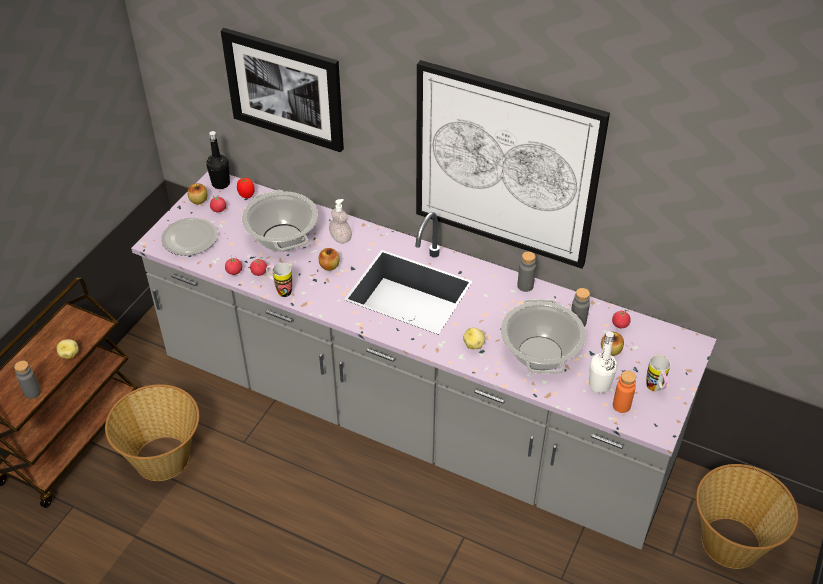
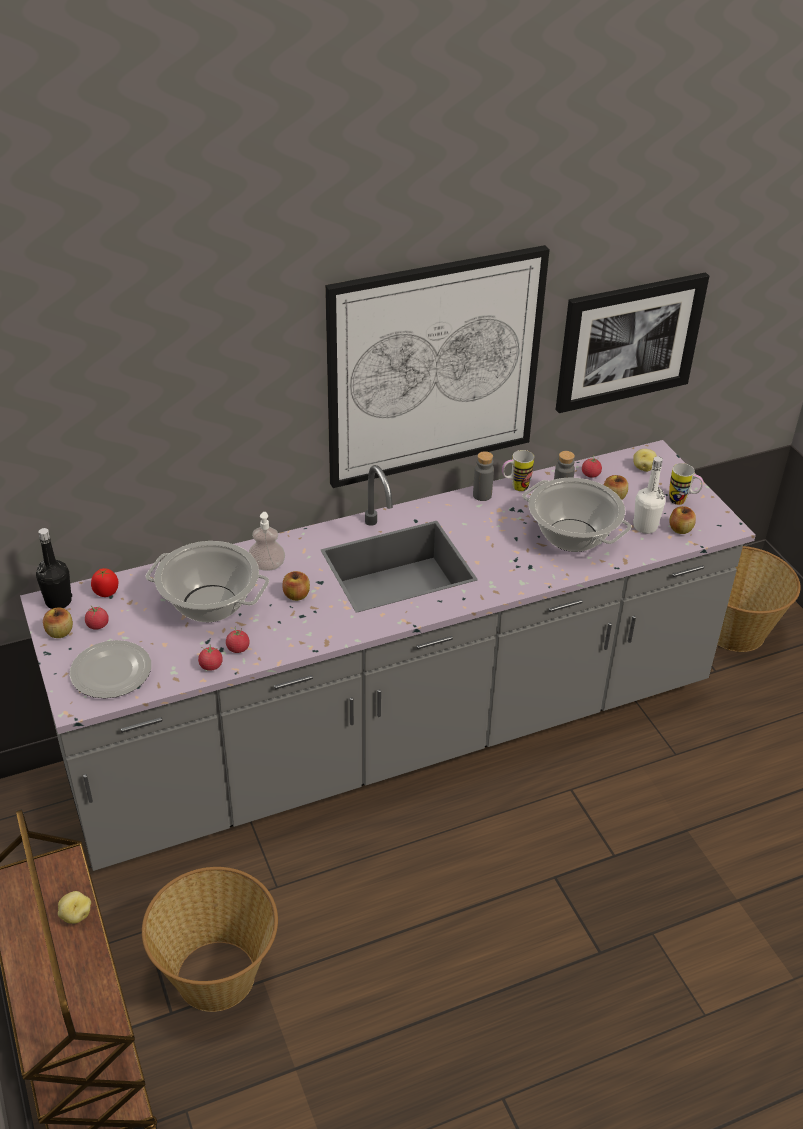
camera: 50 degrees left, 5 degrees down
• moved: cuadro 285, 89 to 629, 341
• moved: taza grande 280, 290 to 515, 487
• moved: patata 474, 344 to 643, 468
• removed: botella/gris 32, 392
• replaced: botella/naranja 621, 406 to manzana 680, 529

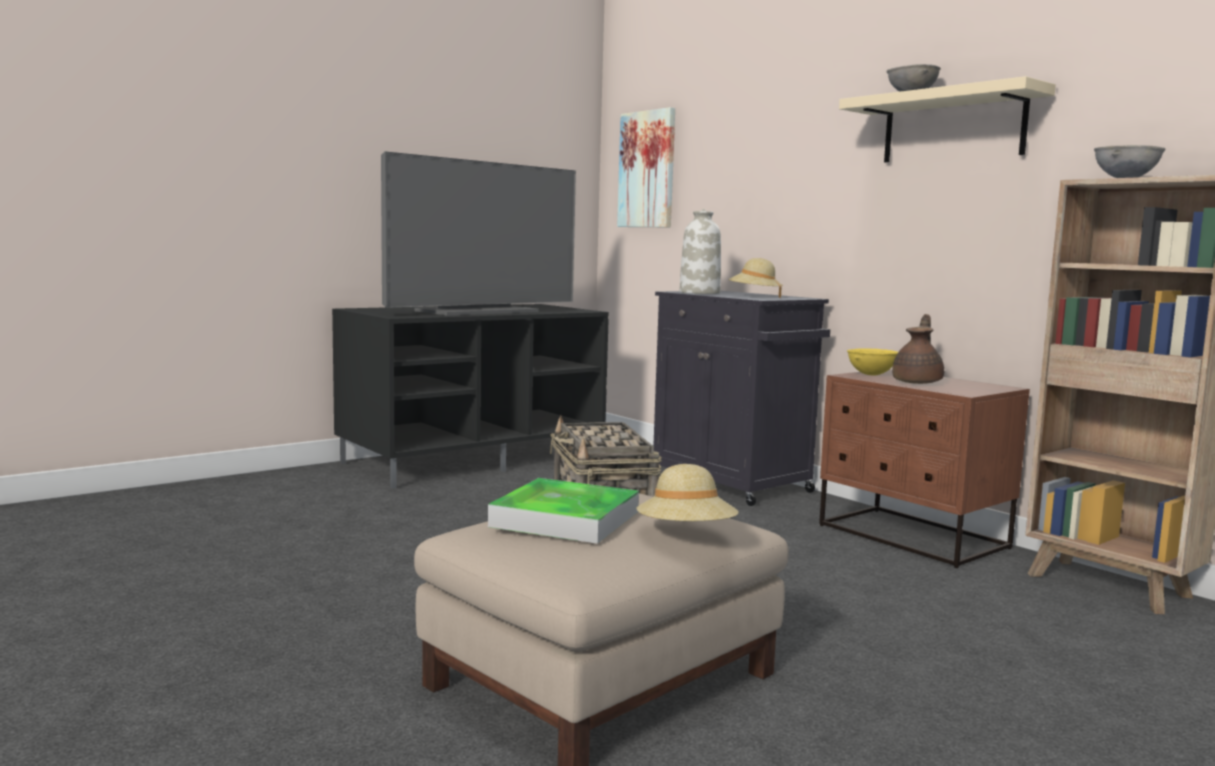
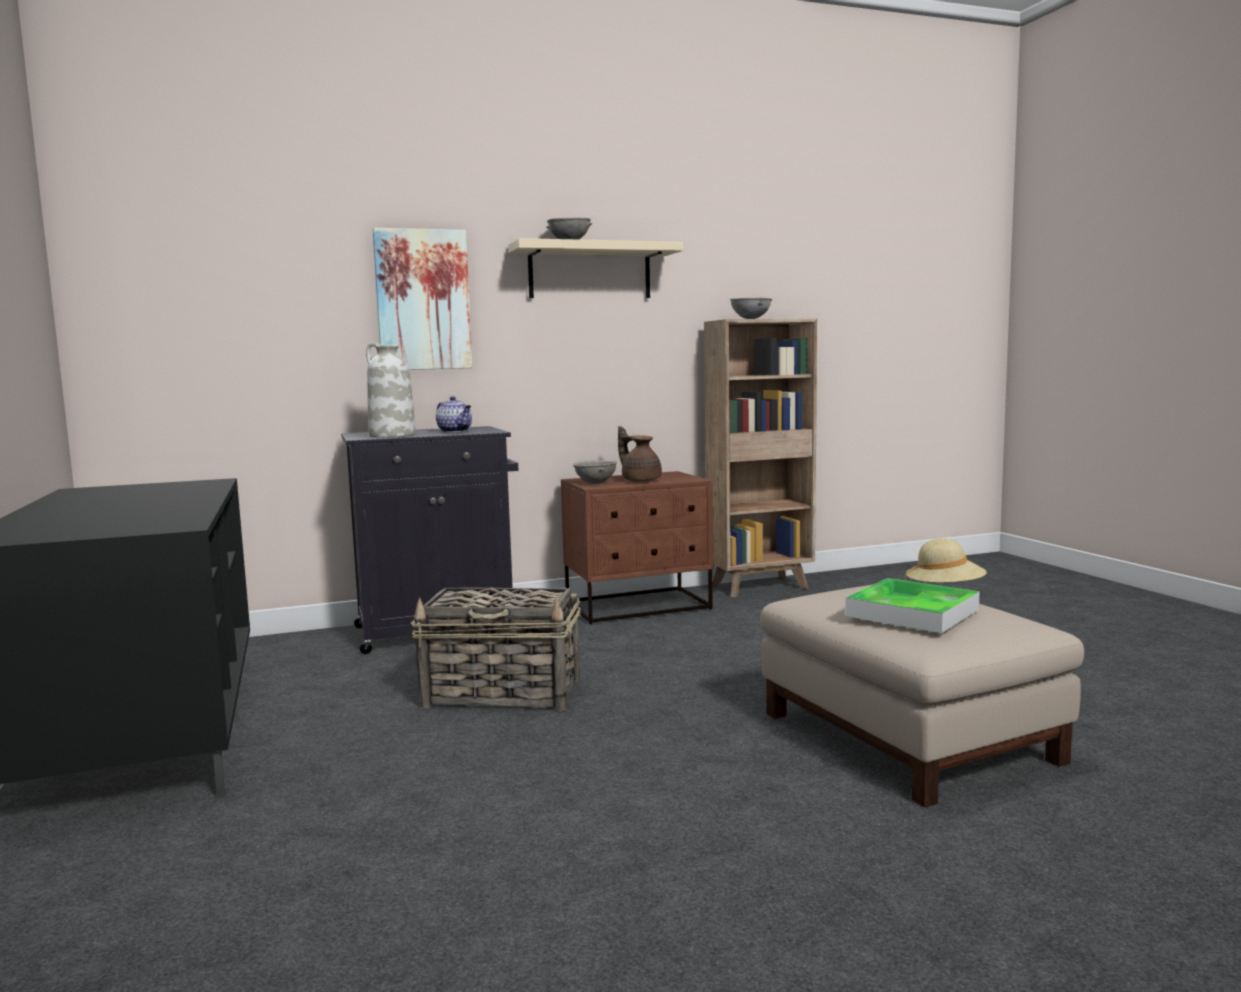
camera: 70 degrees left, 0 degrees up
• moved: cuadro 647, 169 to 423, 300
• removed: televisor 479, 311
• replaced: sombrero/beis 754, 296 to tetera 455, 431
• recoloured: cuenco/amarillo 870, 375 to cuenco/gris 595, 483

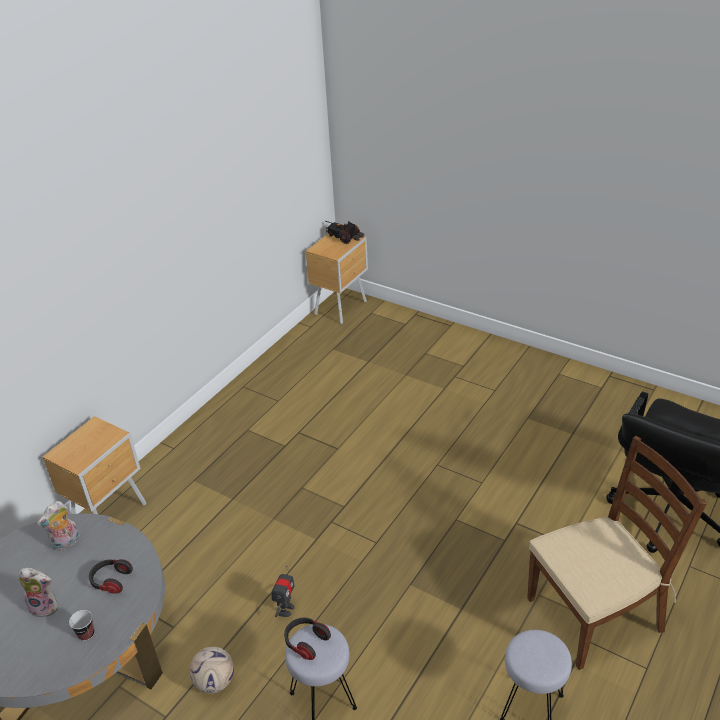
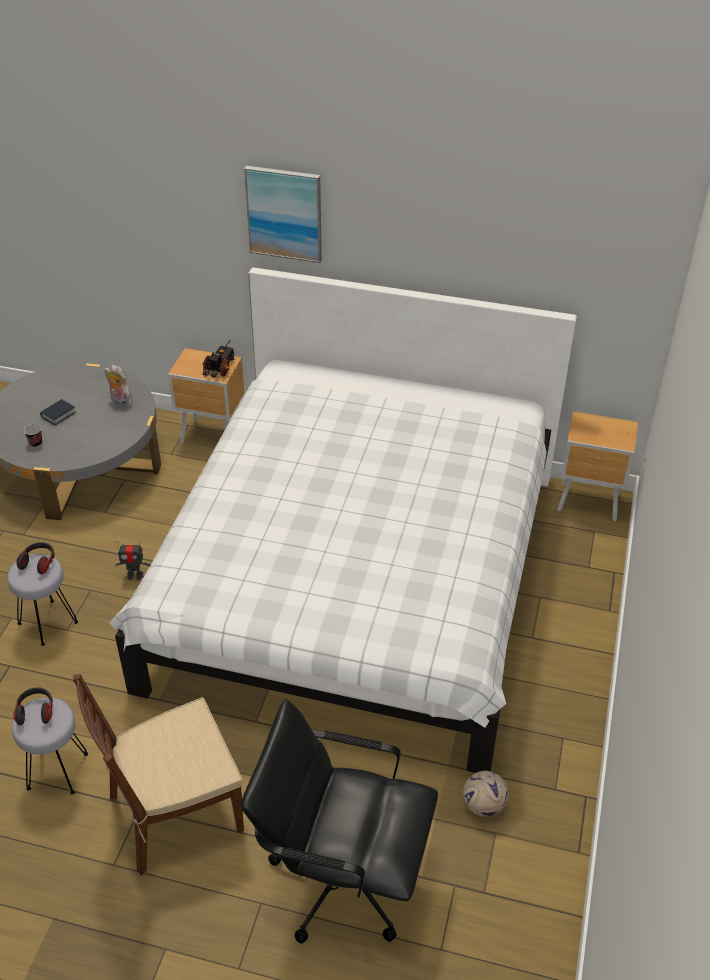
camera: 70 degrees right, 5 degrees up
• moved: camión de juguete 344, 238 to 220, 368
• turned: silla/marrón 595, 613 = 174, 813 105 degrees clockwise
• moved: auriculares 111, 581 to 36, 711
• replaced: peluche 46, 606 to libro 58, 415
• moved: balón de fútbol 215, 682 to 483, 805
• added: cuadro 284, 213
• added: cama/blanco 356, 579

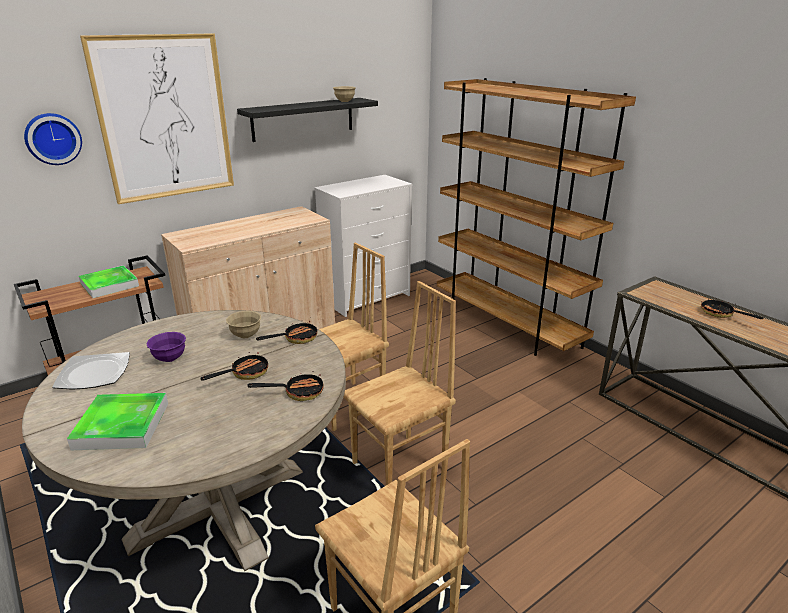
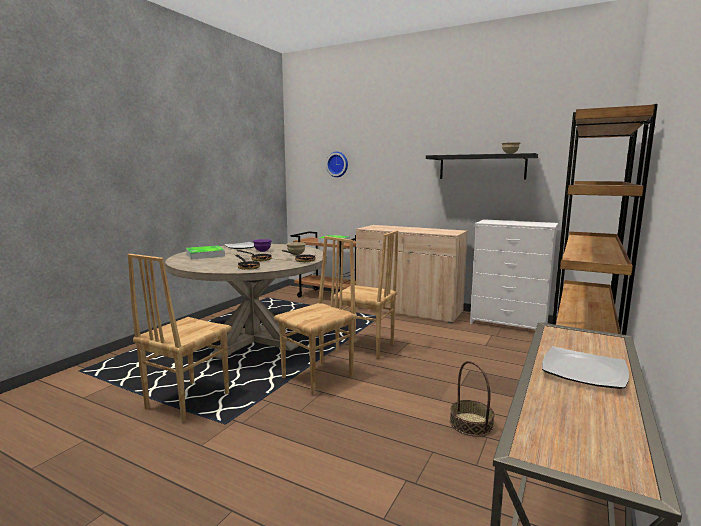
camera: 65 degrees right, 15 degrees down
• removed: cuadro 164, 118
• turned: silla/marrón 401, 466 = 319, 377 75 degrees counterclockwise
• replaced: sartén 721, 314 to plato 582, 371
• added: cesta 471, 424

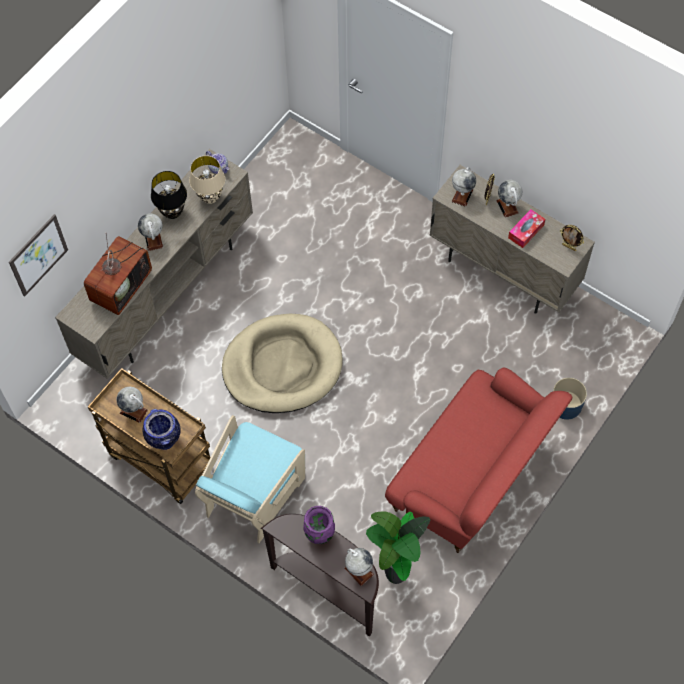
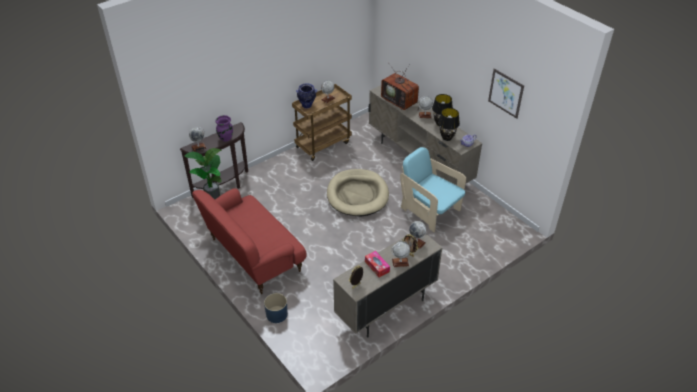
camera: 105 degrees right, 20 degrees down
• recoloured: lámpara de mesa/beis 210, 197 to lámpara de mesa/negro 447, 138
• moved: cuadro 38, 255 to 505, 93
• moved: sillón/turquesa 253, 494 to 430, 210

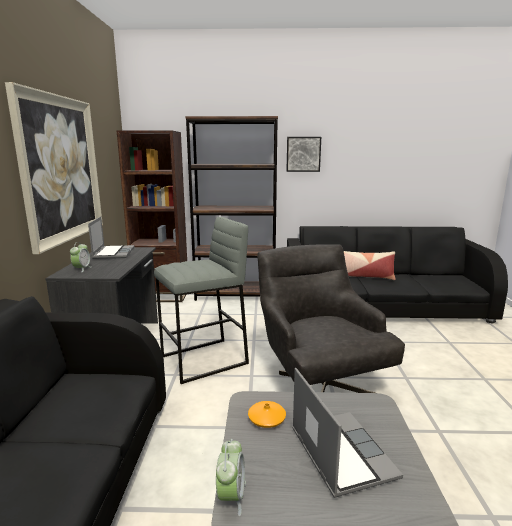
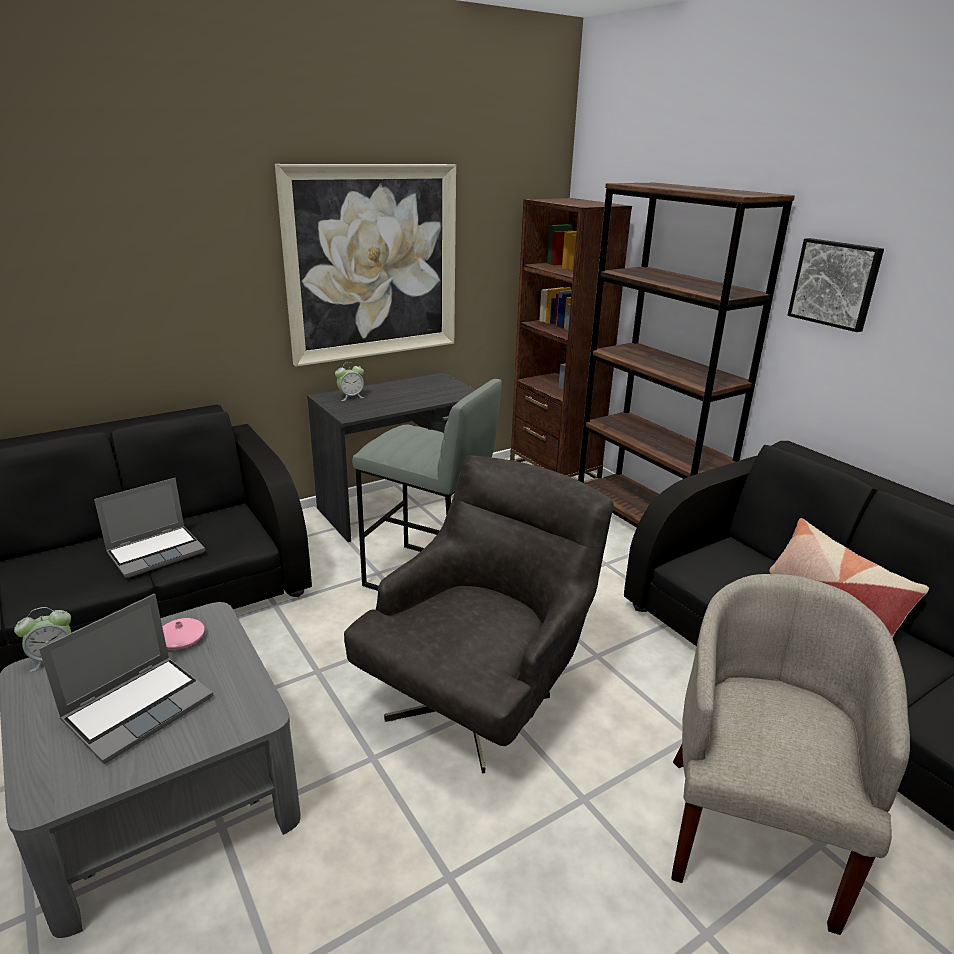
camera: 55 degrees right, 10 degrees up
• moved: portátil 113, 253 to 157, 552
• recoloured: florero/naranja 266, 419 to florero/rosa 181, 639
• added: sillón/beis 753, 829

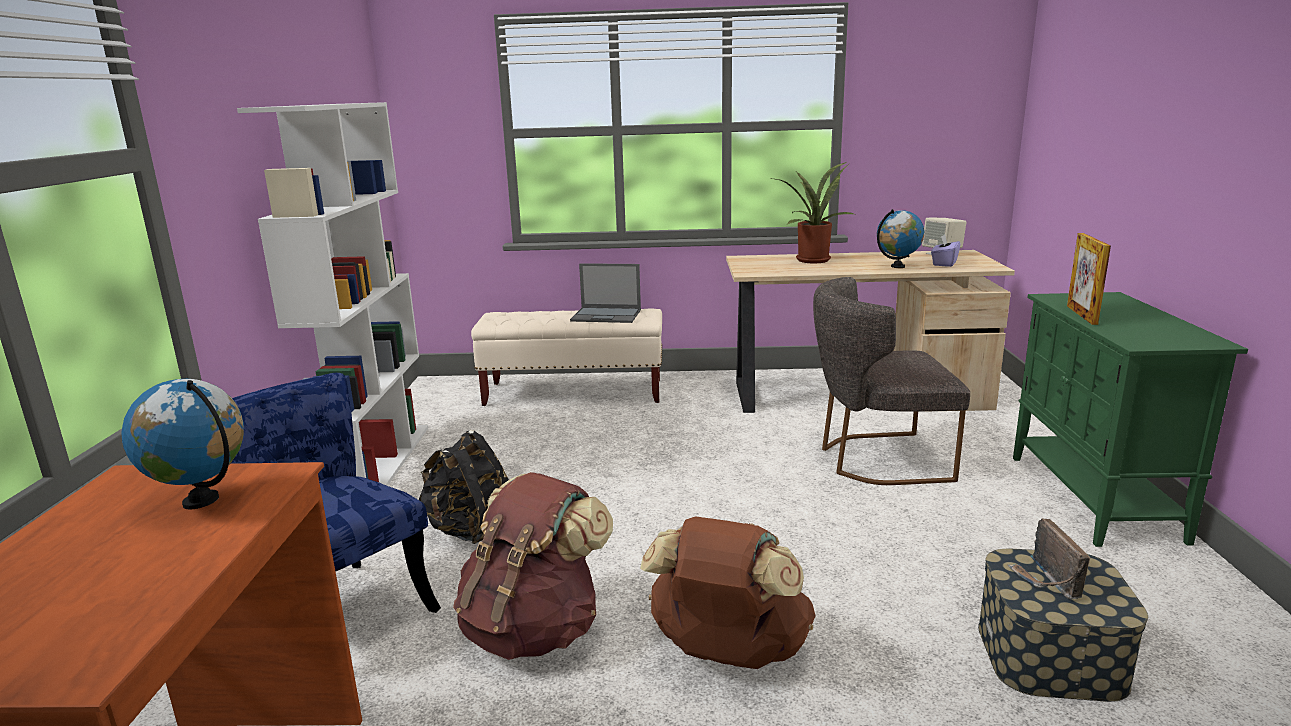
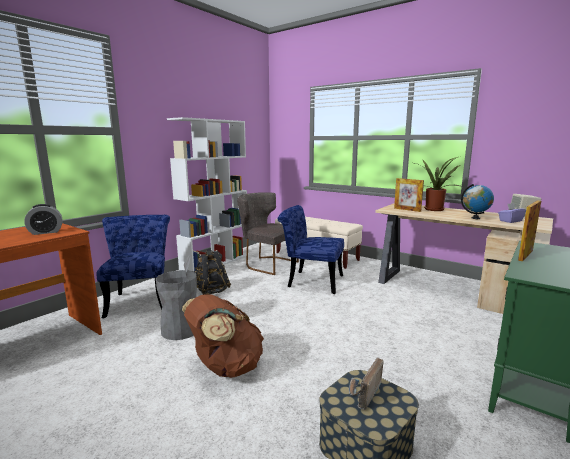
camera: 35 degrees right, 5 degrees down
• removed: portátil 607, 315
• moved: silla/gris 876, 459 to 267, 264
• replaced: globo terráqueo 202, 501 to despertador 46, 232
• replaced: mochila/marrón 534, 629 to papelera/gris 180, 330
• added: portarretratos 407, 210
• added: silla/azul 310, 281

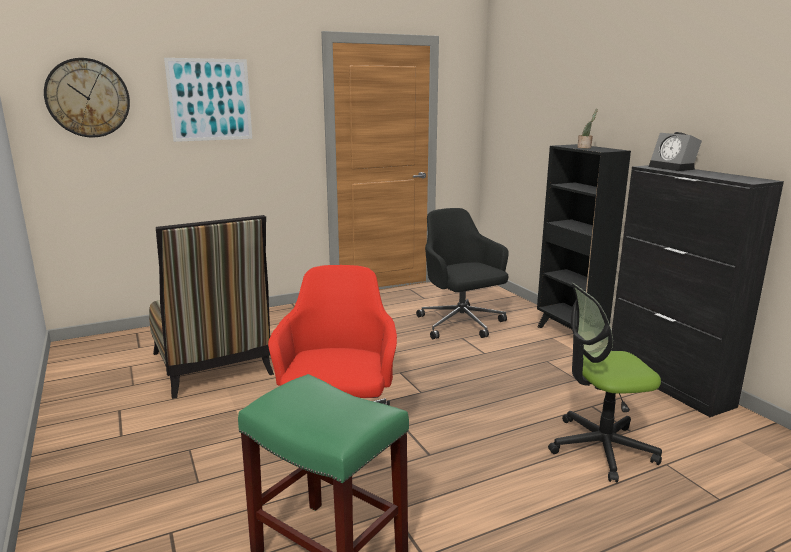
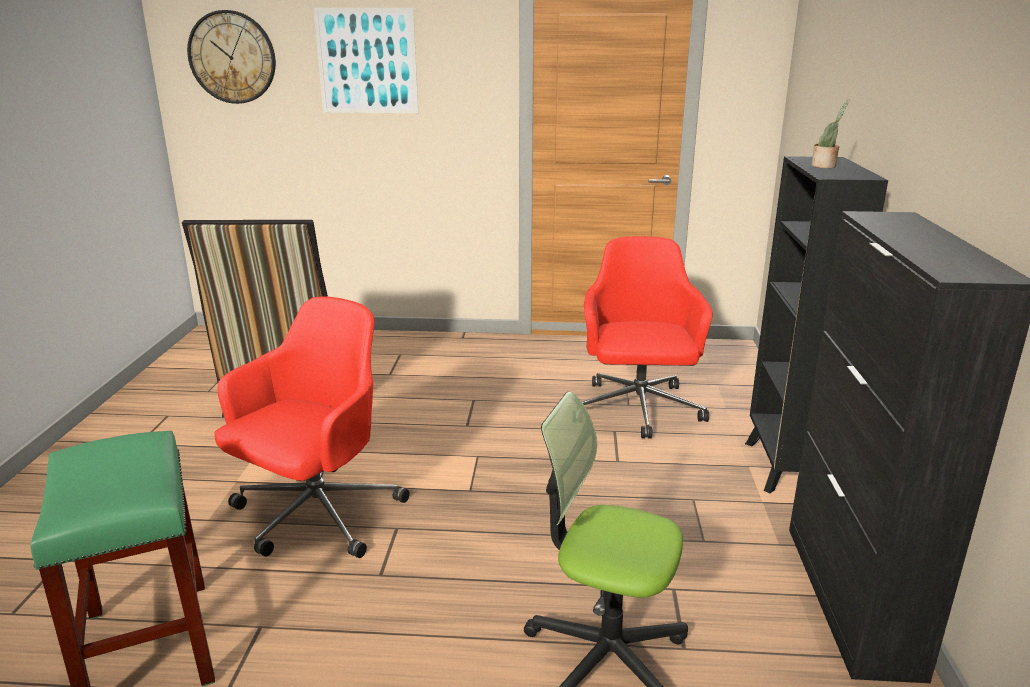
camera: 30 degrees right, 5 degrees up
• removed: despertador 673, 168
• recoloured: silla de oficina/negro 461, 324 to silla de oficina/rojo 637, 411

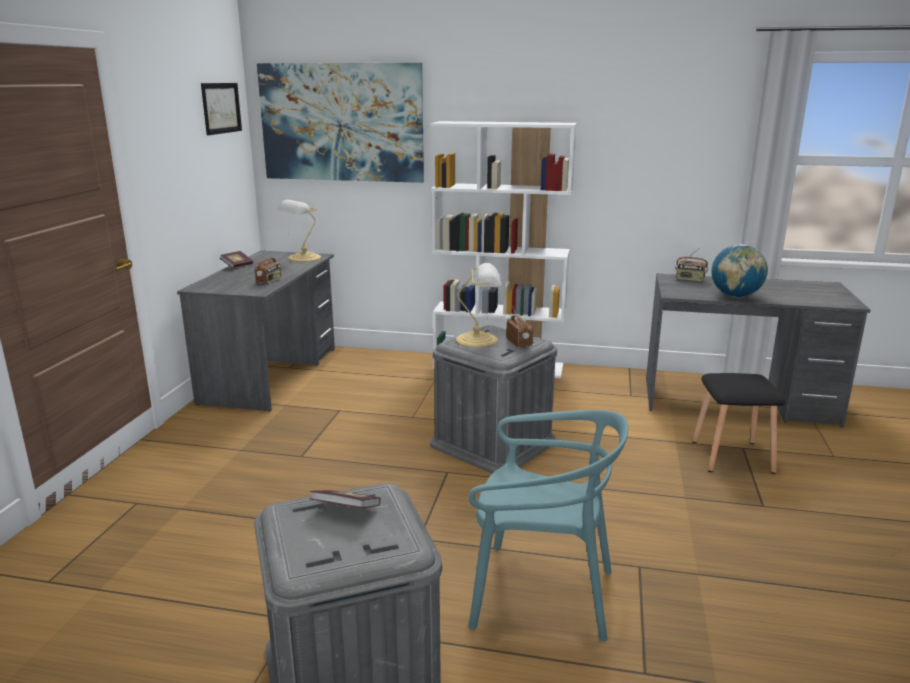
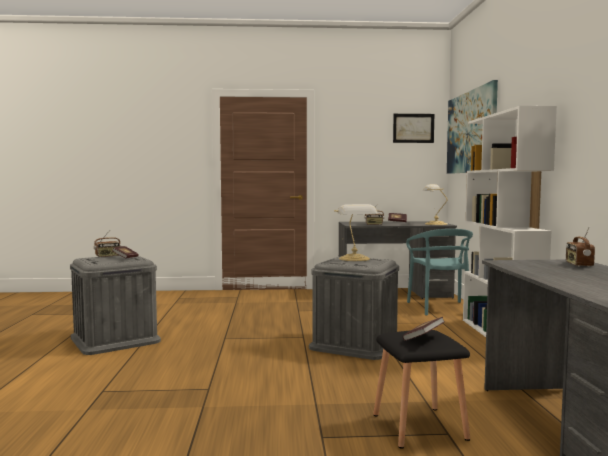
camera: 75 degrees right, 15 degrees down
• removed: globo terráqueo 735, 296
• moved: radio 519, 343 to 108, 256
• moved: silla/turquesa 541, 594 to 440, 308
• added: libro 423, 338

